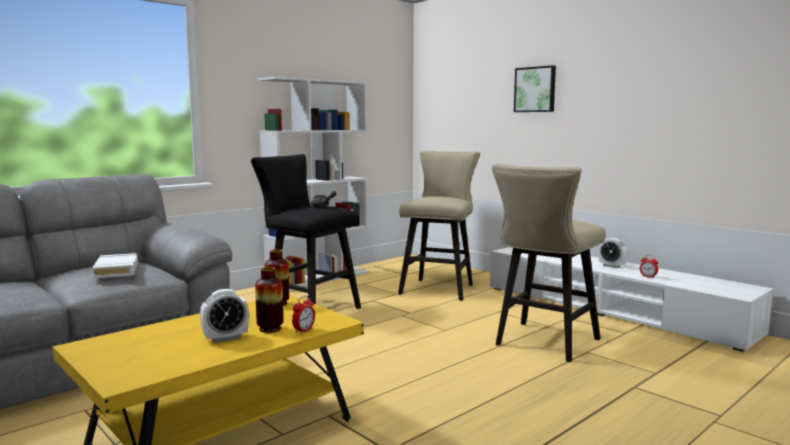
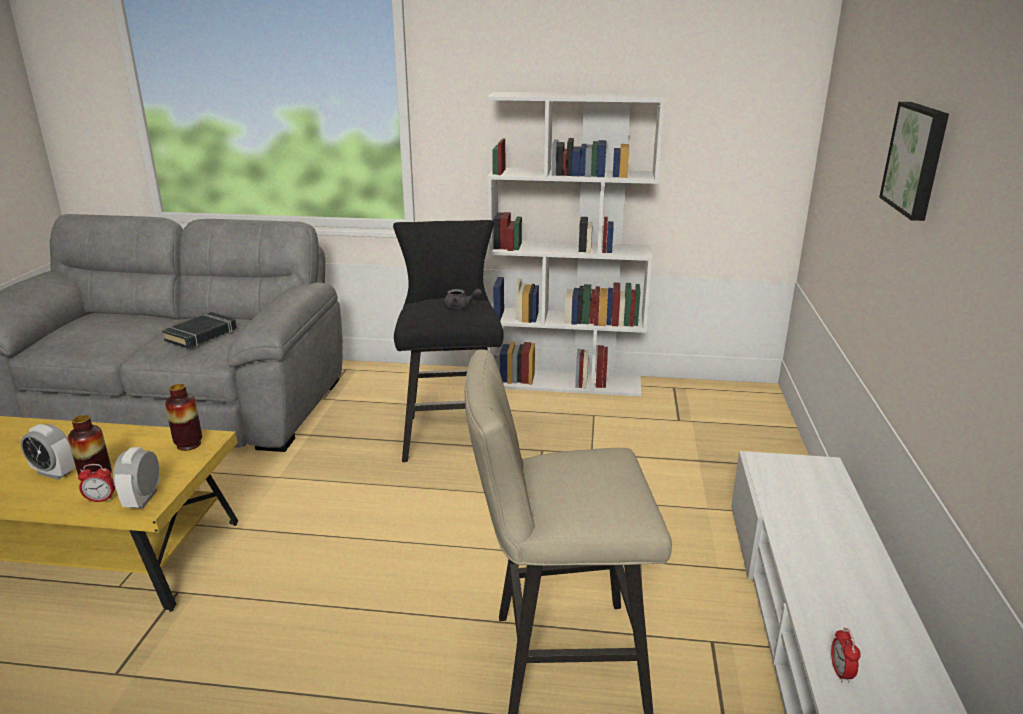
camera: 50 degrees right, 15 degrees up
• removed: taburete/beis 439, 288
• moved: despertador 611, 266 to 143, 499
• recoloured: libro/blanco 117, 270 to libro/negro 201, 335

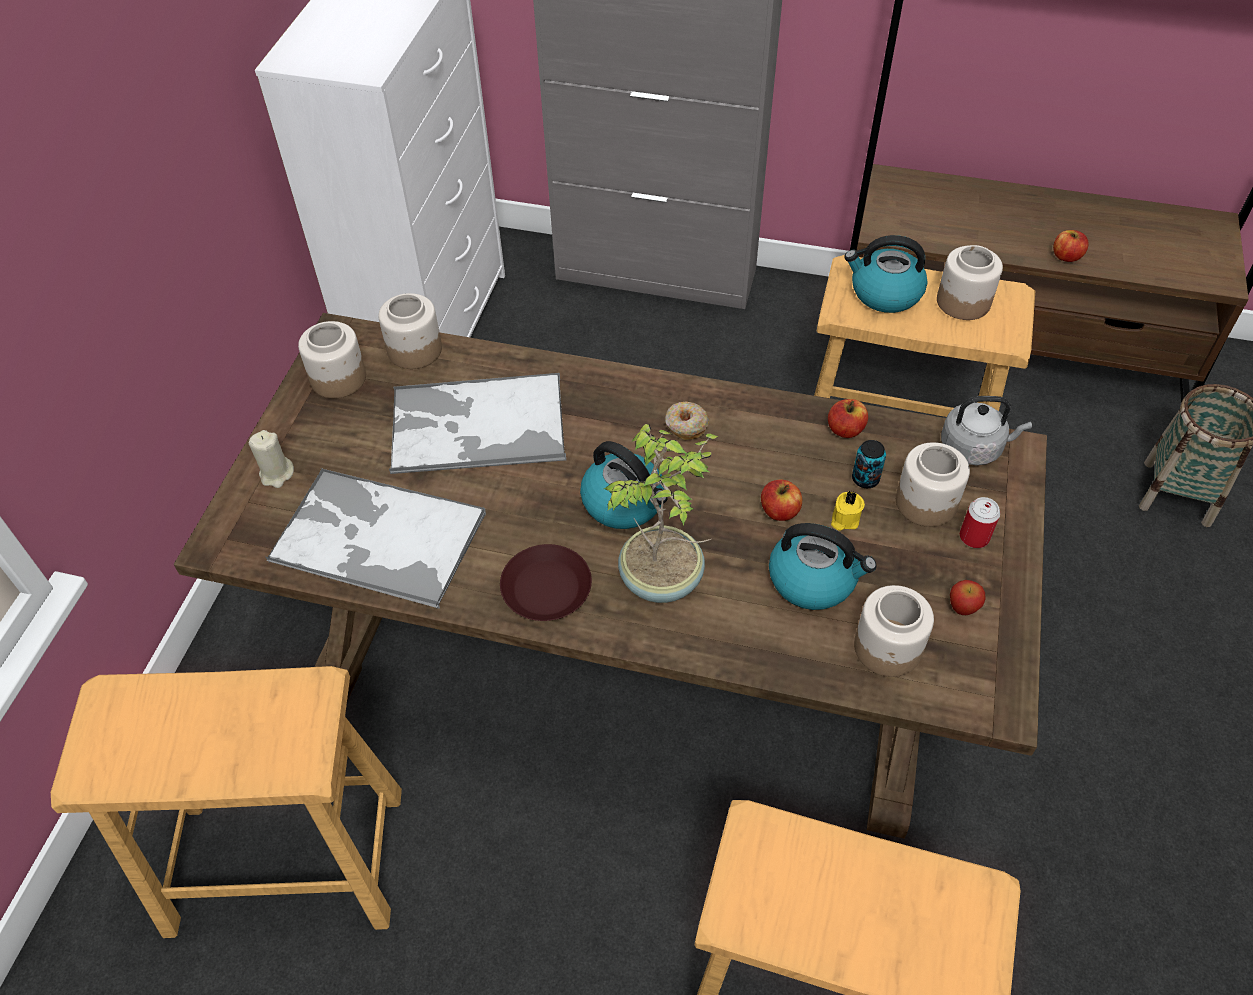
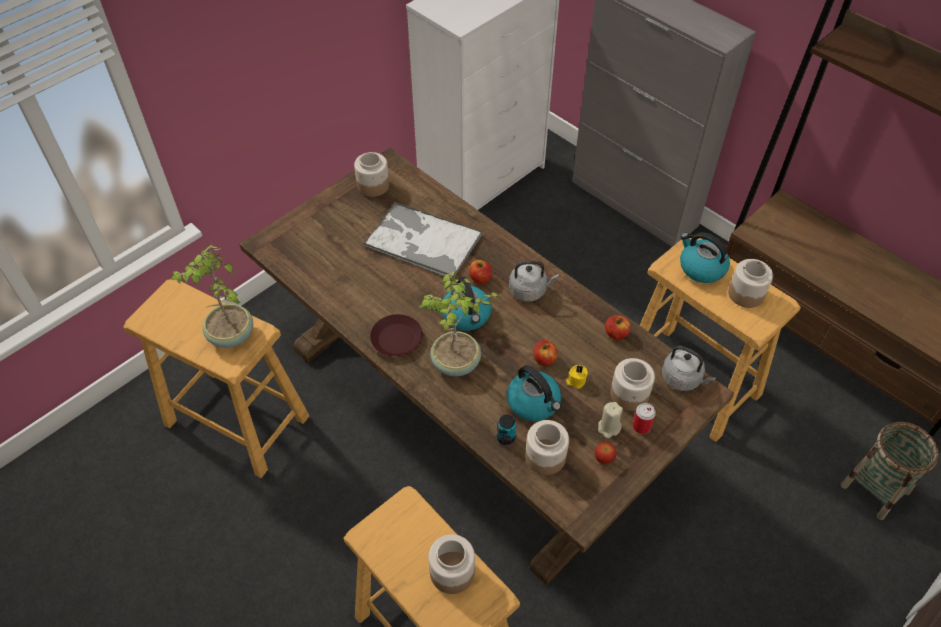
camera: 30 degrees right, 0 degrees up
• moved: manzana 1066, 256 to 480, 278
• moved: tarro 414, 350 to 451, 572
• replaced: rosquilla 686, 425 to hervidor/gris 529, 290
• moved: vela/beis 276, 474 to 609, 428
• moved: lata 865, 479 to 505, 437
• removed: bandeja 376, 537
• added: planta en maceta 230, 336

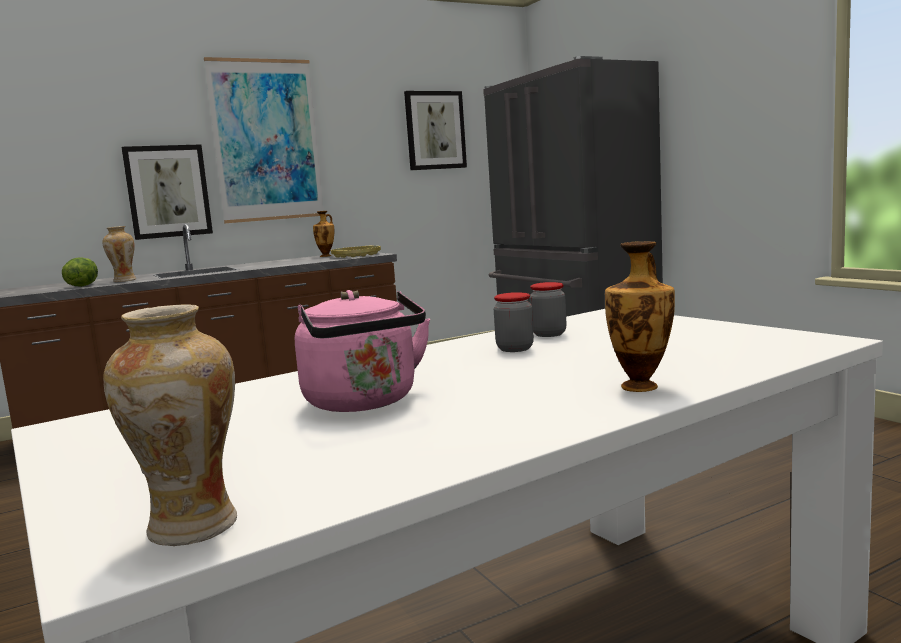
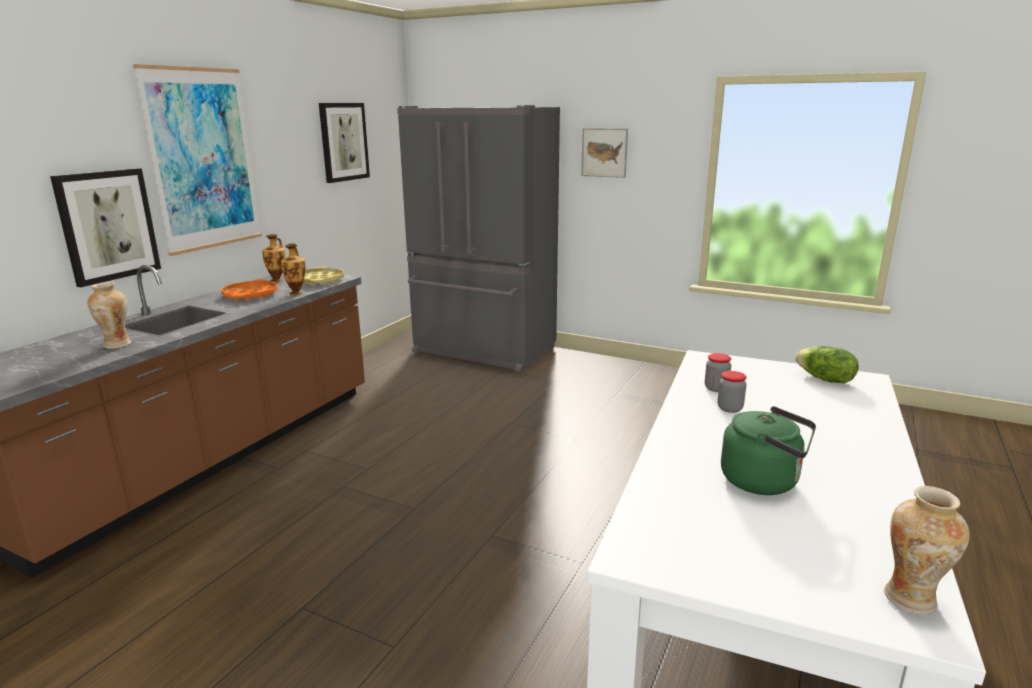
camera: 35 degrees left, 10 degrees up
• moved: florero 641, 386 to 297, 293
• moved: lechuga 82, 286 to 825, 379
• recoloured: hervidor/rosa 364, 403 to hervidor/verde 764, 481
• added: cuadro 604, 152
• added: bandeja/naranja 250, 295

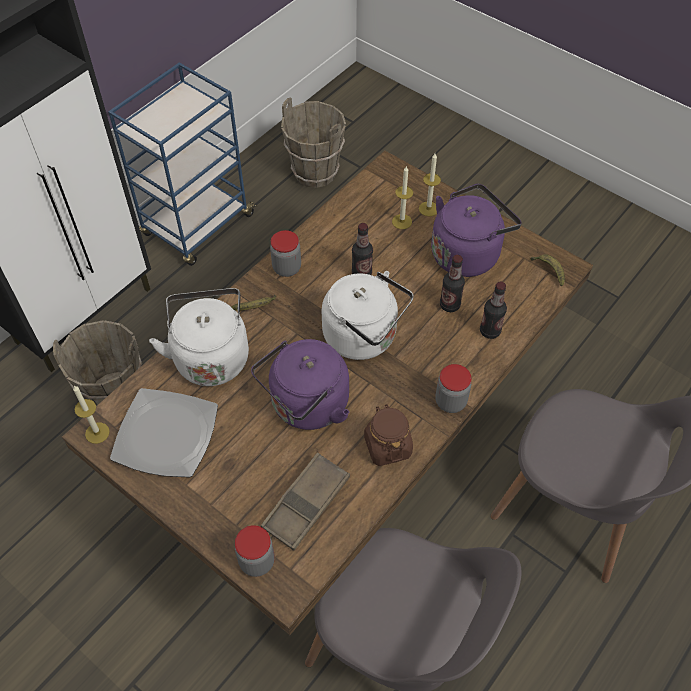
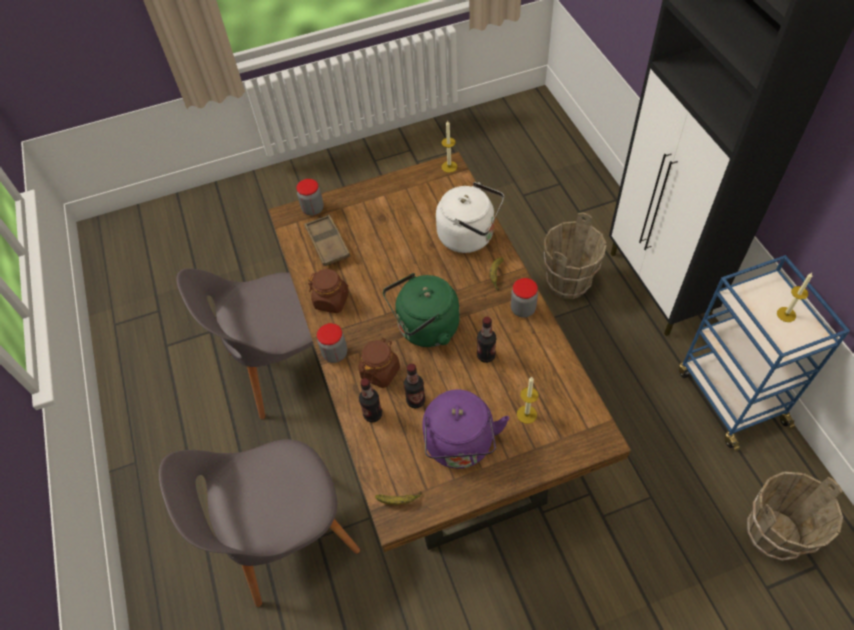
camera: 125 degrees right, 0 degrees up
• moved: vela 428, 209 to 786, 314
• recoloured: hervidor/blanco 364, 337 to hervidor/verde 425, 329
• removed: hervidor/morado 306, 406
• removed: plato 165, 434
• added: tarro/marrón 380, 371

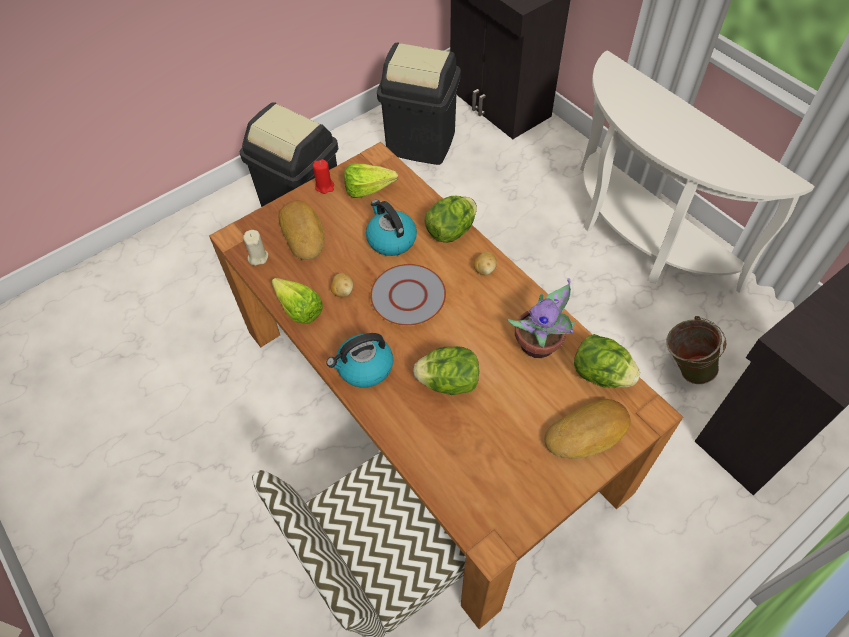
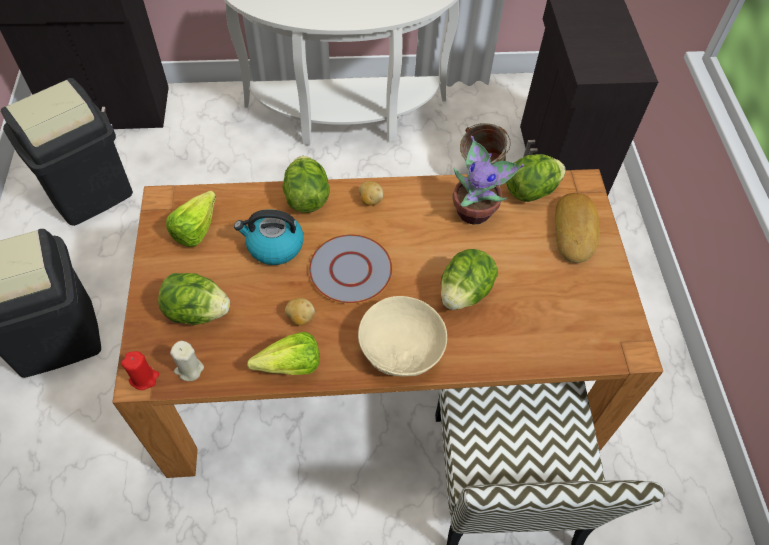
camera: 60 degrees left, 0 degrees up
• moved: vela/rojo 325, 186 to 144, 378
• replaced: pan 304, 233 to lechuga 197, 312
• replaced: hervidor 364, 368 to cuenco/beis 401, 347

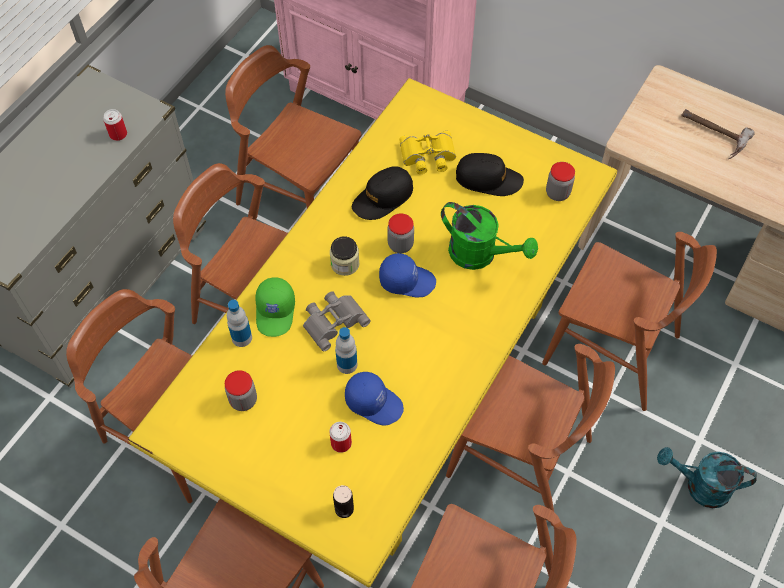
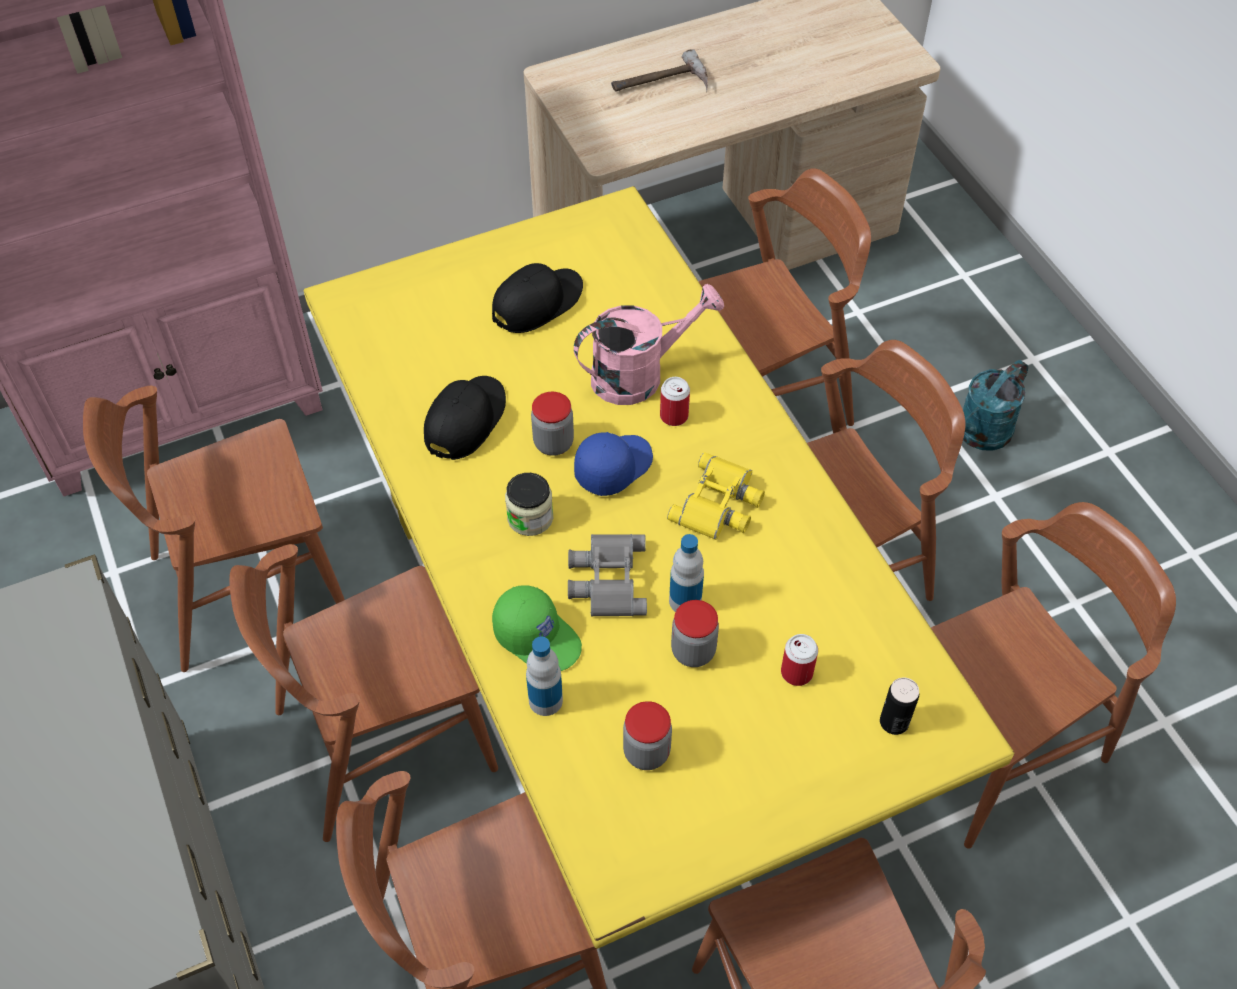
camera: 55 degrees left, 5 degrees down
• moved: lata 118, 134 to 674, 416
• moved: prismáticos/amarillo 428, 156 to 719, 504
• moved: tarro 557, 193 to 693, 651
• turned: gorra/negro 383, 198 = 465, 420 150 degrees counterclockwise
• recoloured: regadera/verde 480, 255 to regadera/rosa 639, 374
• removed: gorra/azul 374, 402

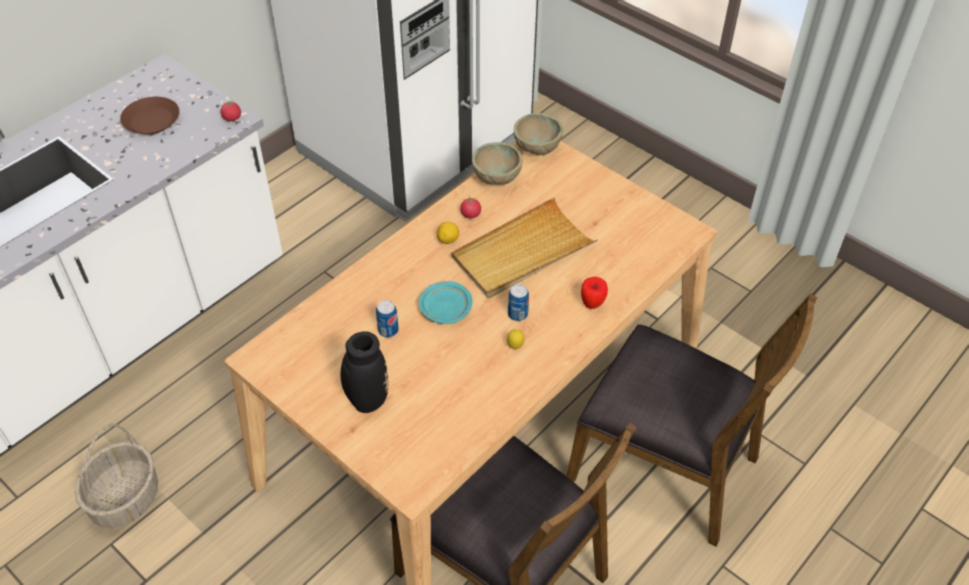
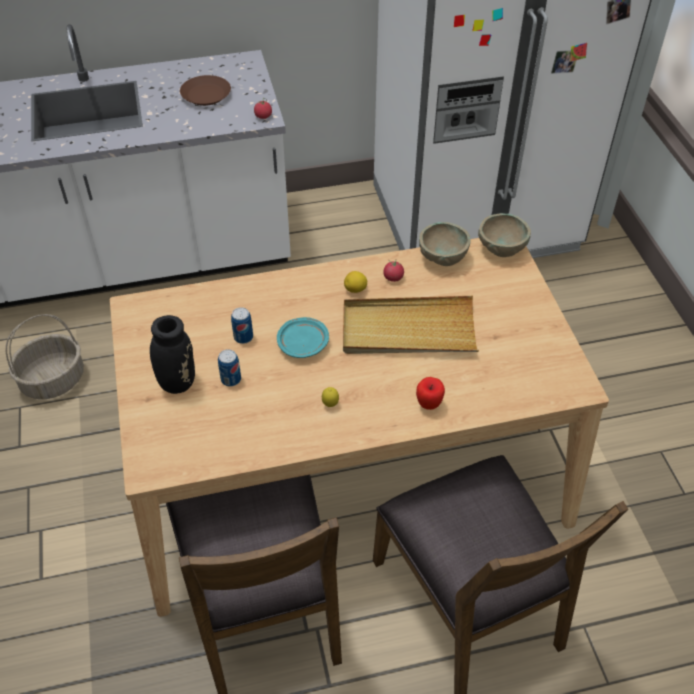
camera: 35 degrees right, 0 degrees up
• moved: lata 517, 314 to 231, 379

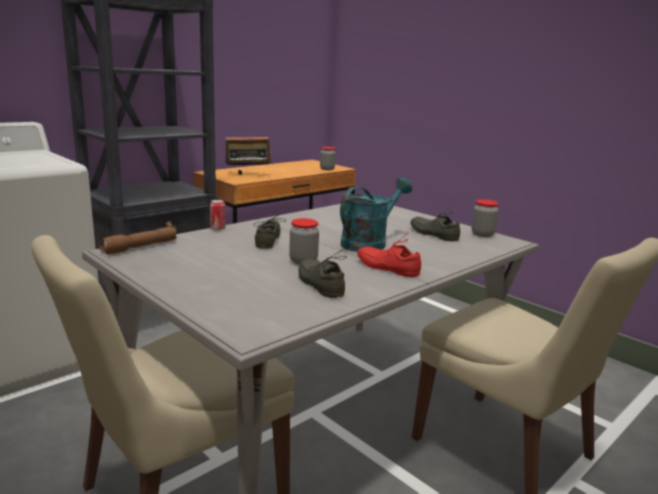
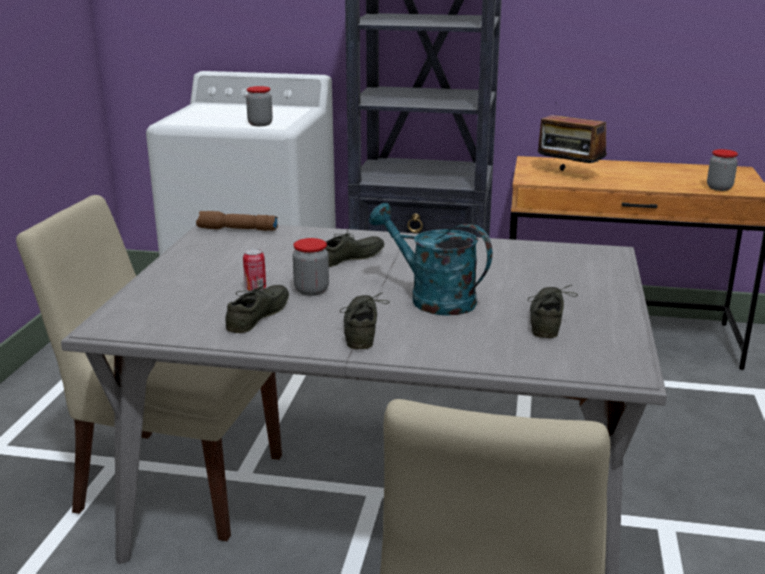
camera: 55 degrees right, 5 degrees up
• turned: regadera/turquesa 369, 243 = 432, 298 150 degrees counterclockwise
• moved: tarro 482, 234 to 260, 124
• moved: lata 218, 228 to 255, 289
• recoloured: zapato/rojo 388, 267 to zapato/gris 364, 329

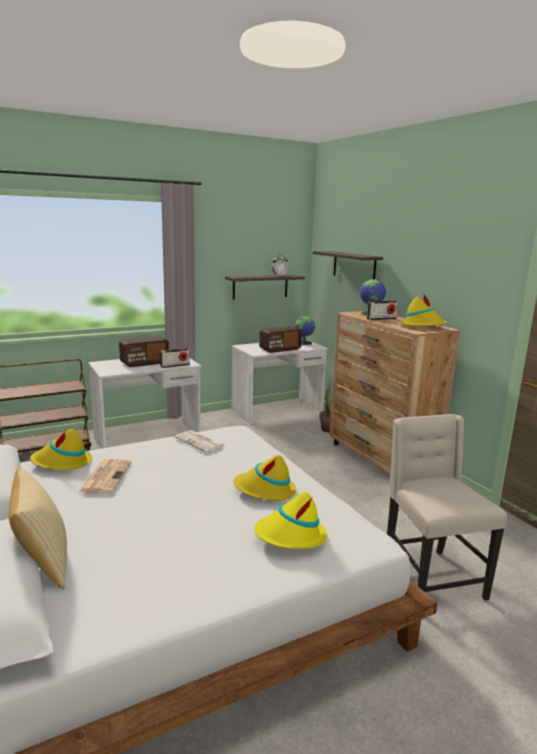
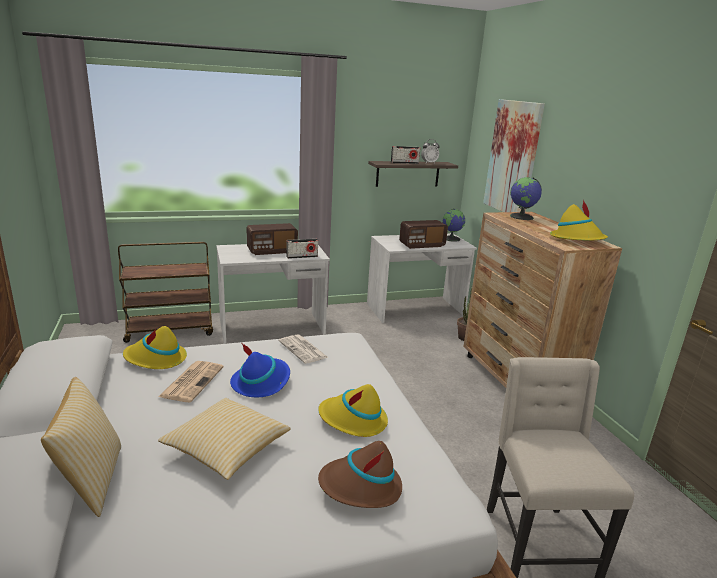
camera: 10 degrees right, 5 degrees up
• replaced: estante 354, 266 to cuadro 512, 158
• moved: radio 381, 319 to 404, 163
• recoloured: sombrero/amarillo 290, 536 to sombrero/marrón 360, 487
• added: sombrero/azul 261, 382
• added: cojín 226, 450

